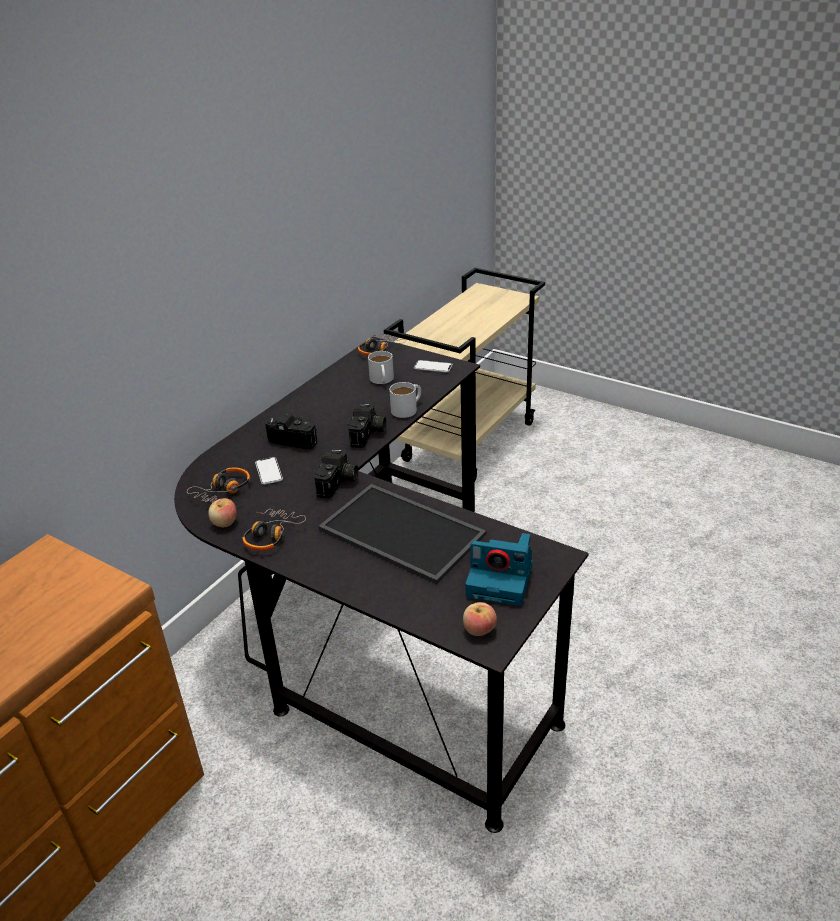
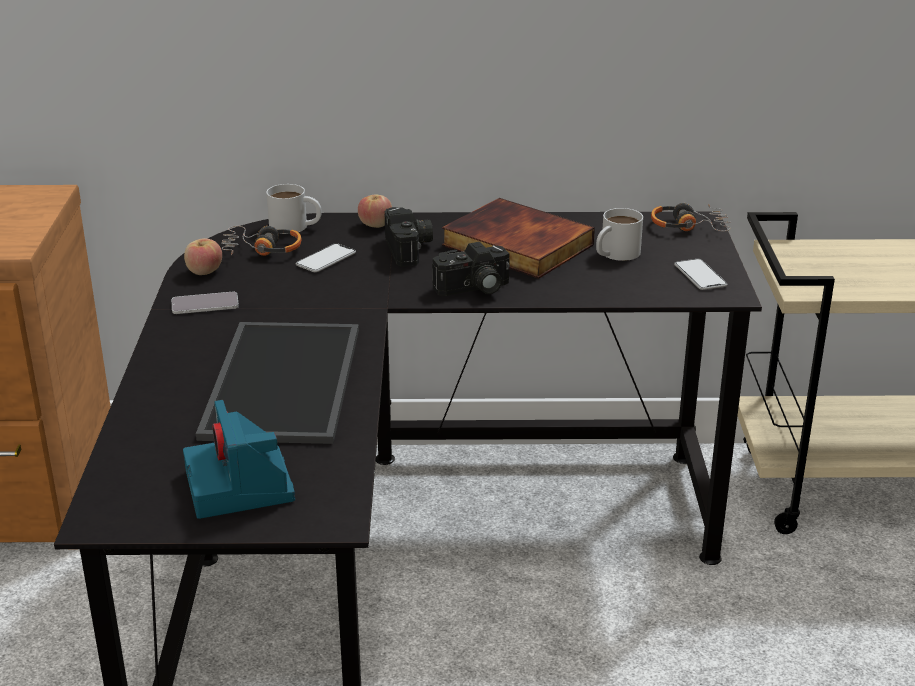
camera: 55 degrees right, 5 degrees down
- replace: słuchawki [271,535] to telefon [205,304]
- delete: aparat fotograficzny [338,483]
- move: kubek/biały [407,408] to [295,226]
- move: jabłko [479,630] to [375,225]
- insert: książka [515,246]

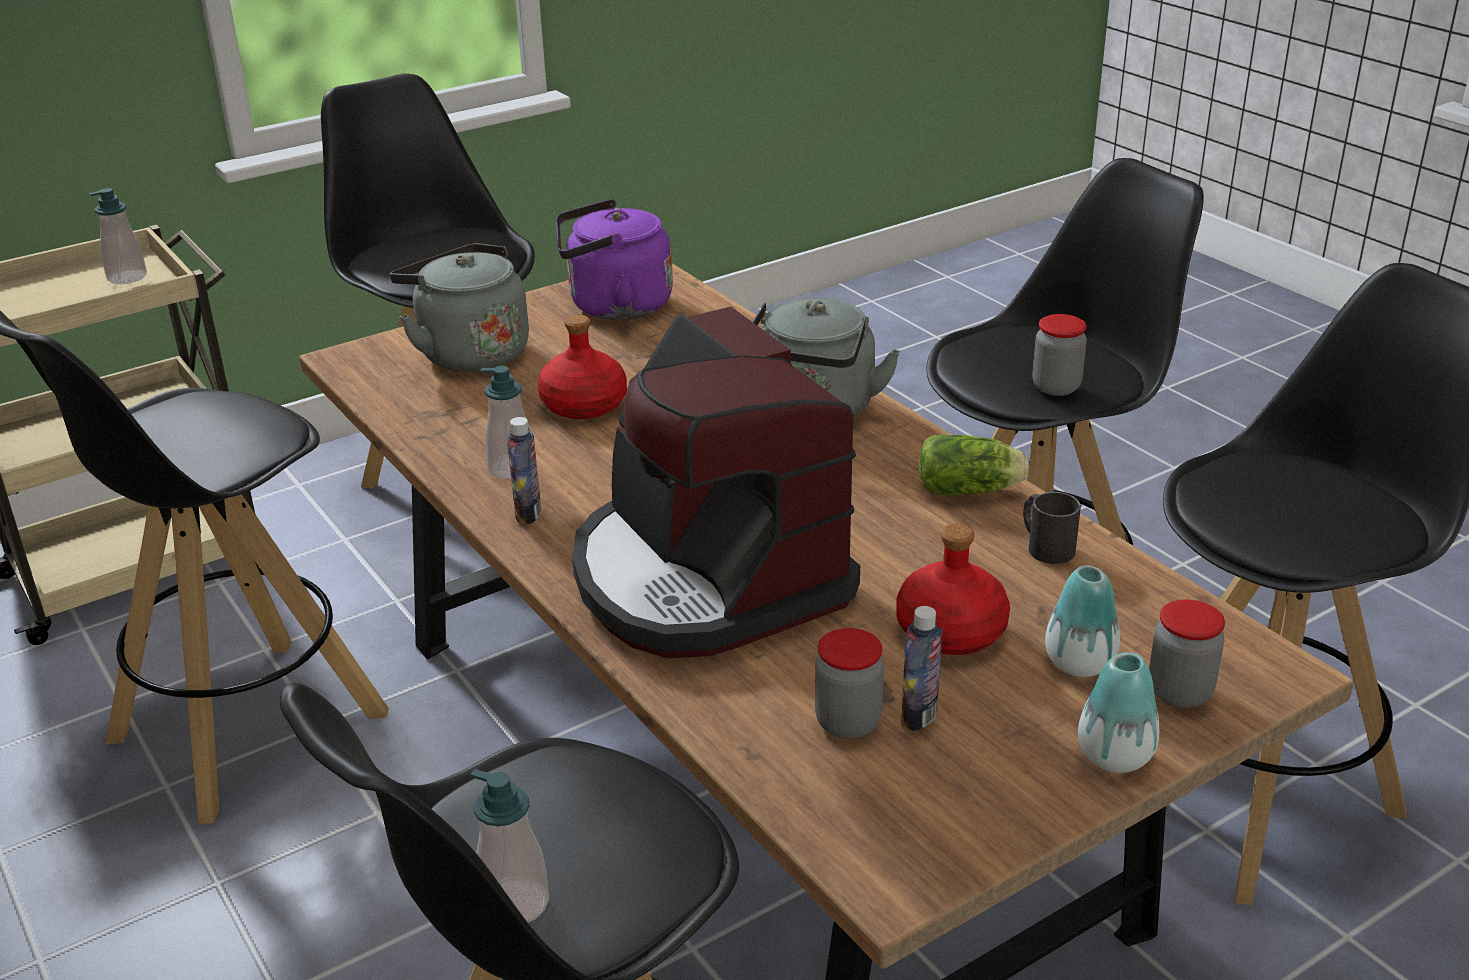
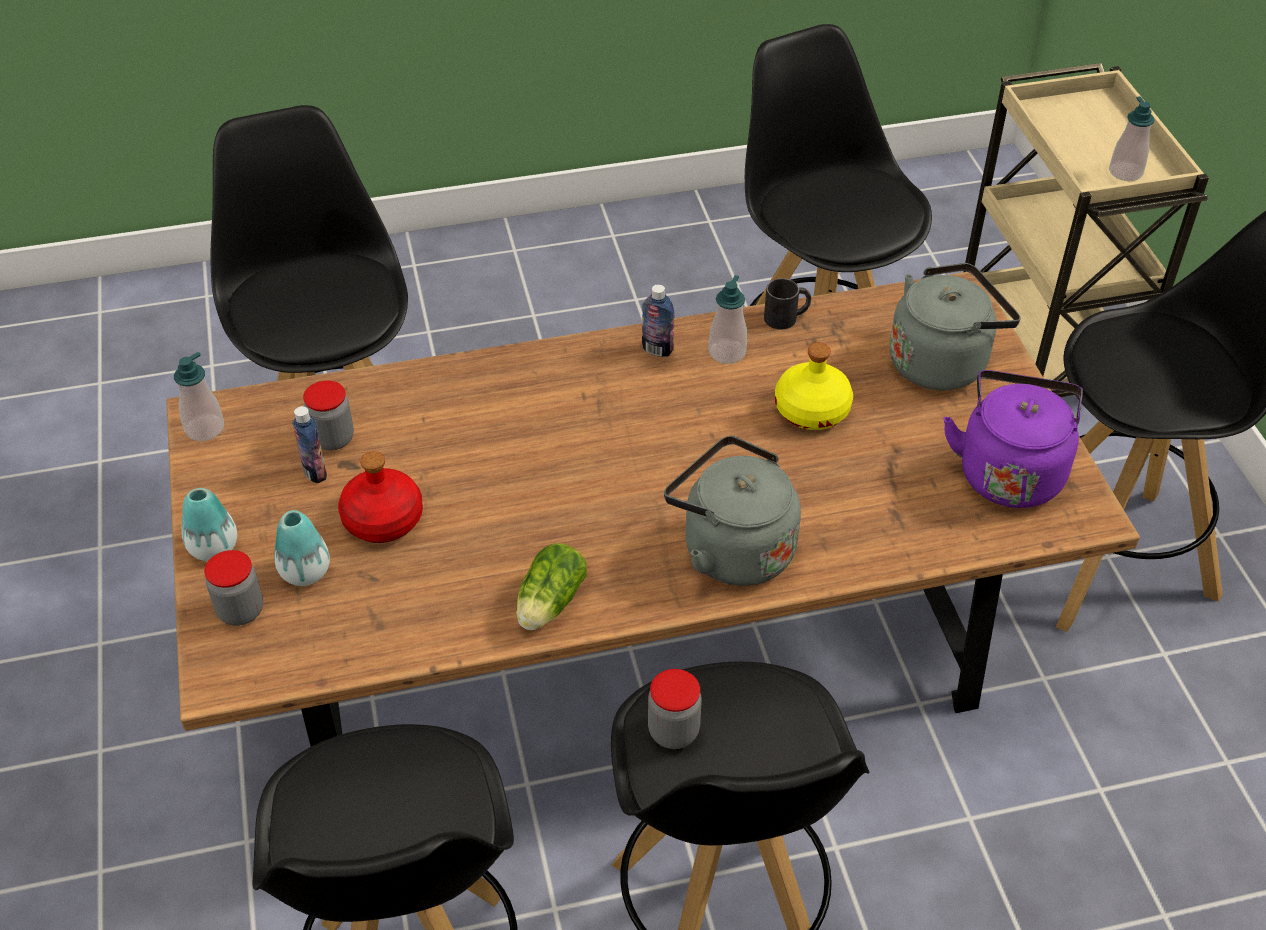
camera: 110 degrees right, 15 degrees up
- move: dozownik mydła [514,903] to [205,428]
- recolor: butelka/czerwony [584,404] to butelka/żółty [813,410]
- delete: ekspres do kawy [706,577]
- move: kubek/czarny [1044,546] to [787,317]

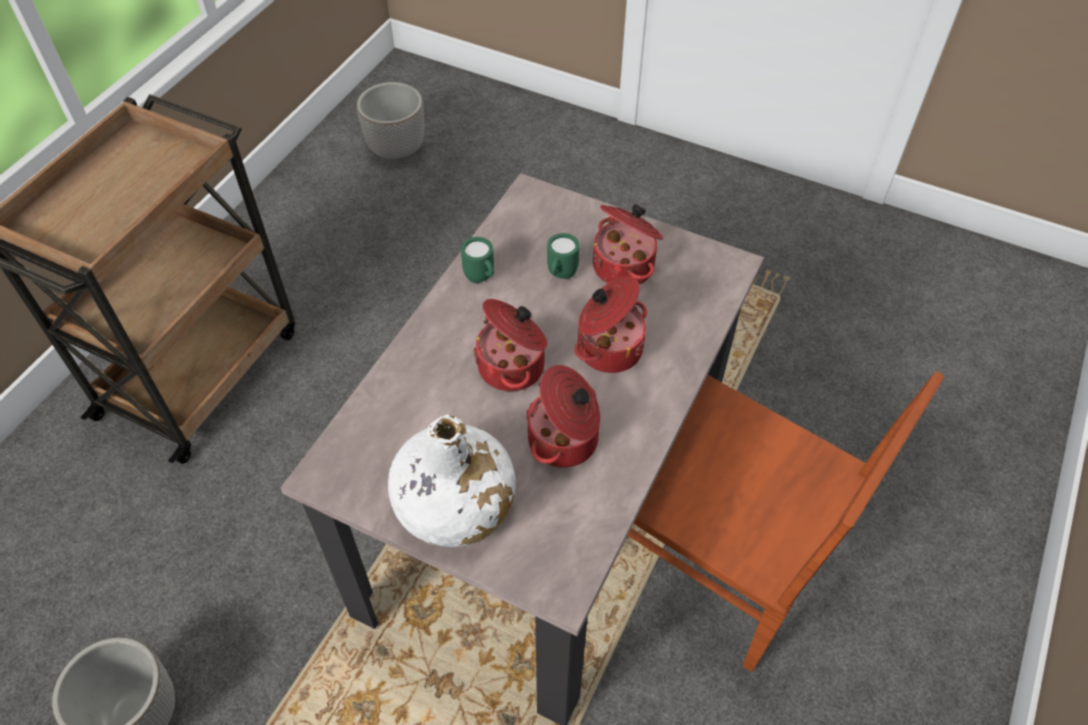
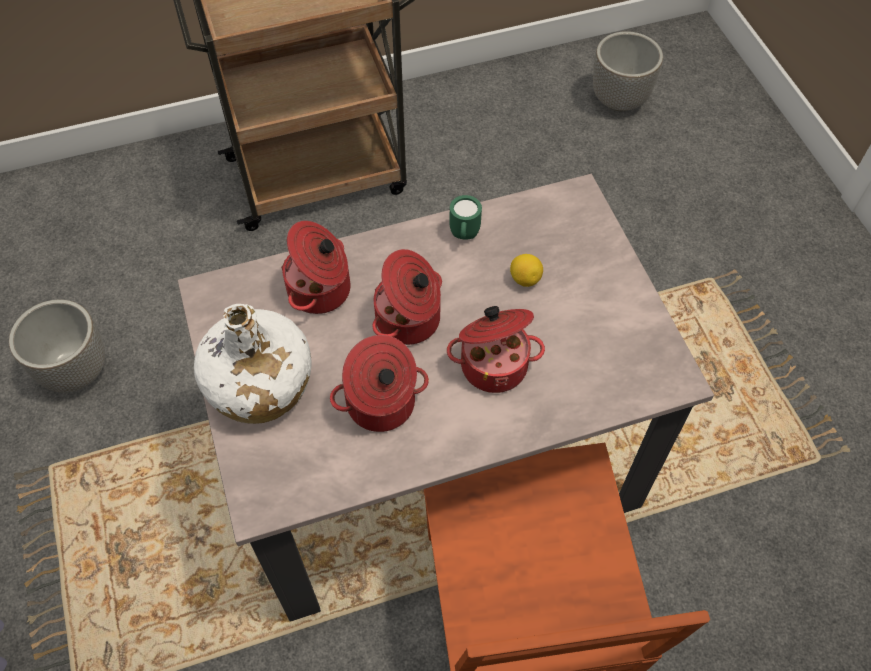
camera: 45 degrees right, 5 degrees up
- replace: kubek/zielony [560,275] to cytryna [525,279]
- move: garnek [625,266] to [321,290]

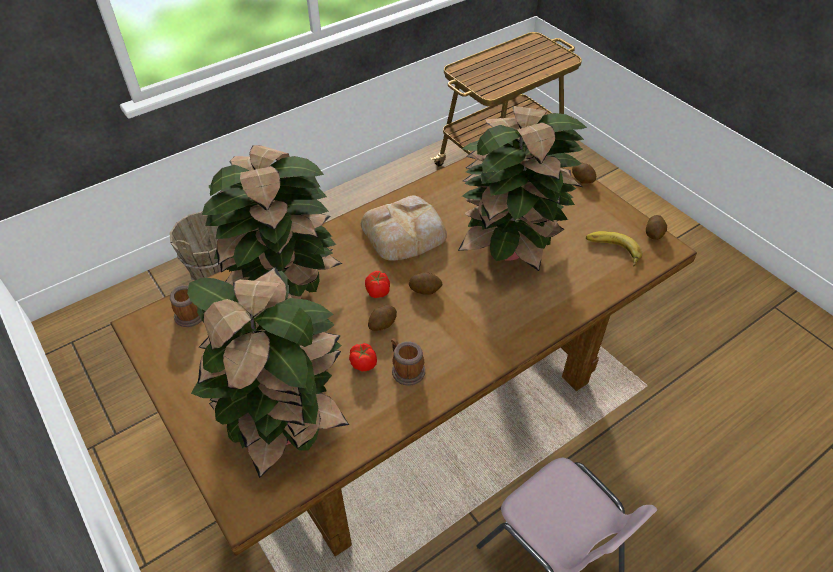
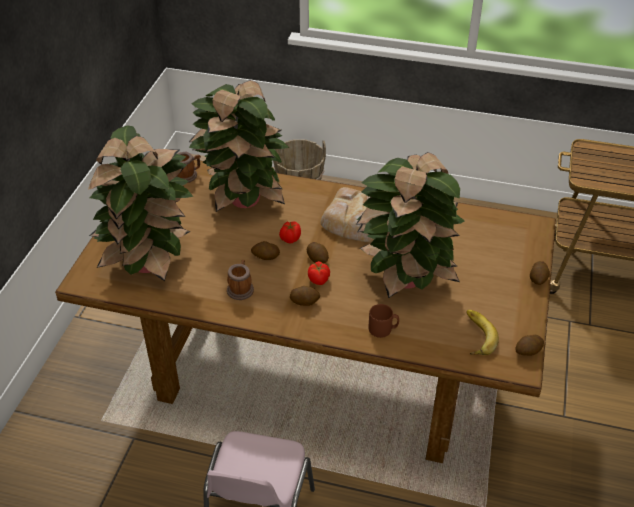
camera: 50 degrees right, 5 degrees down
- move: pomidor [363,364] to [319,280]
- insert: ziemniak [305,301]
- insert: kubek/brązowy [383,329]

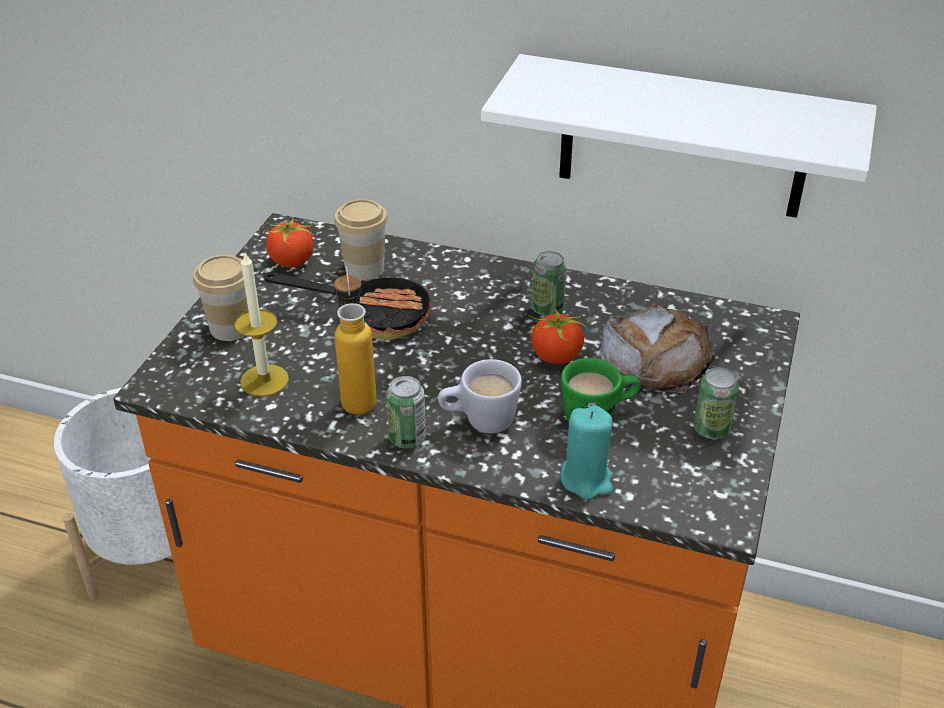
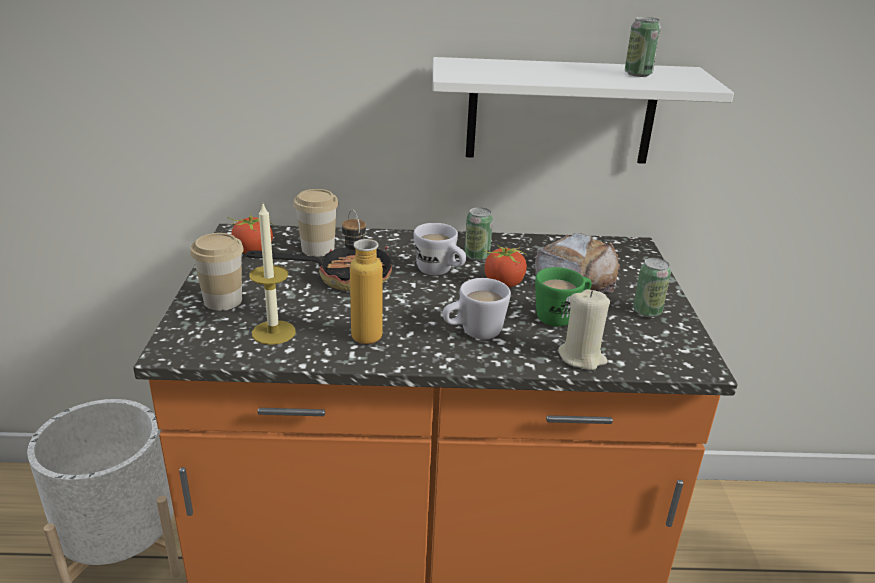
camera: 20 degrees left, 10 degrees down
- move: puszka [407,438] to [638,74]
- recolor: świeca/turkusowy [586,479] to świeca/beżowy [582,357]
- insert: kubek/biały [440,272]

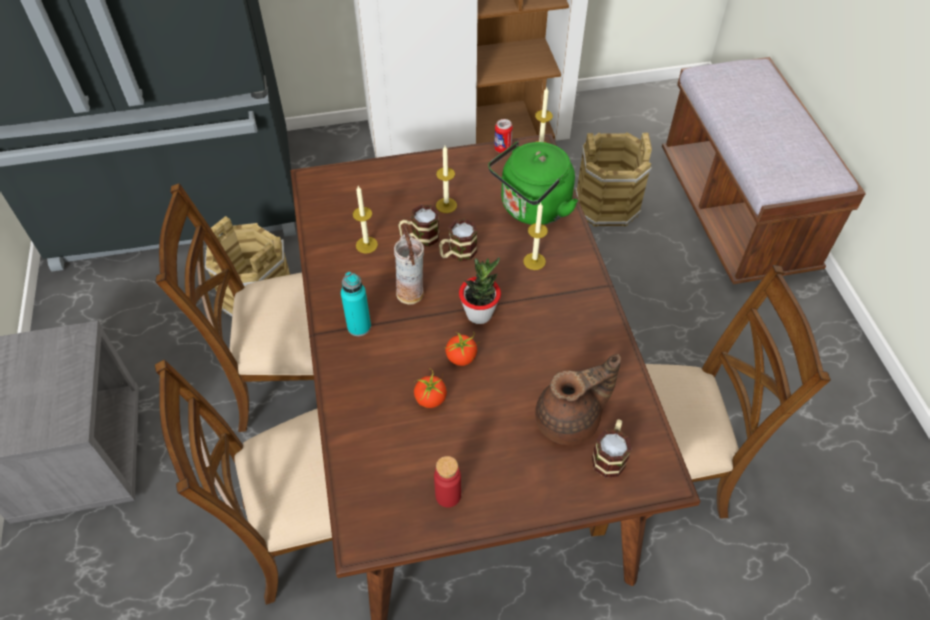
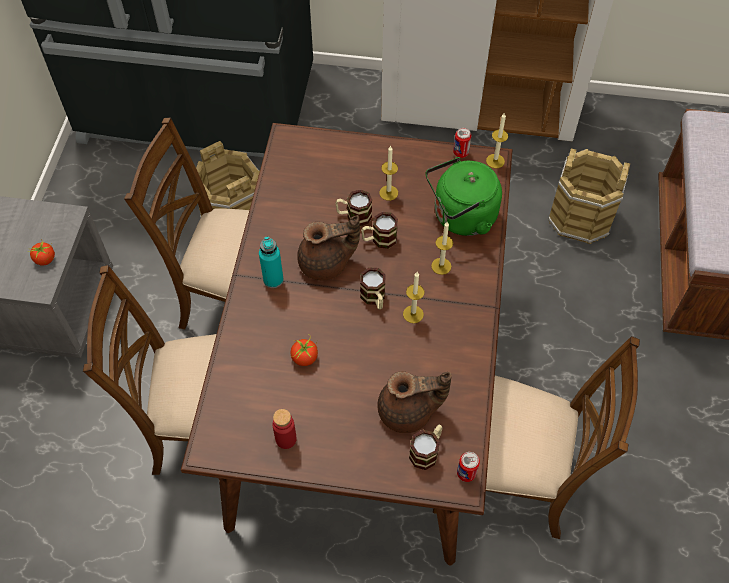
camera: 20 degrees right, 5 degrees up
- move: świeca [366,245] to [413,314]
- replace: wazon [411,293] to imbryk/brązowy [326,264]
- move: pomidor [461,357] to [45,259]
- replace: roślina doniczkowa [479,314] to kubek [374,298]
- insert: puszka [466,473]

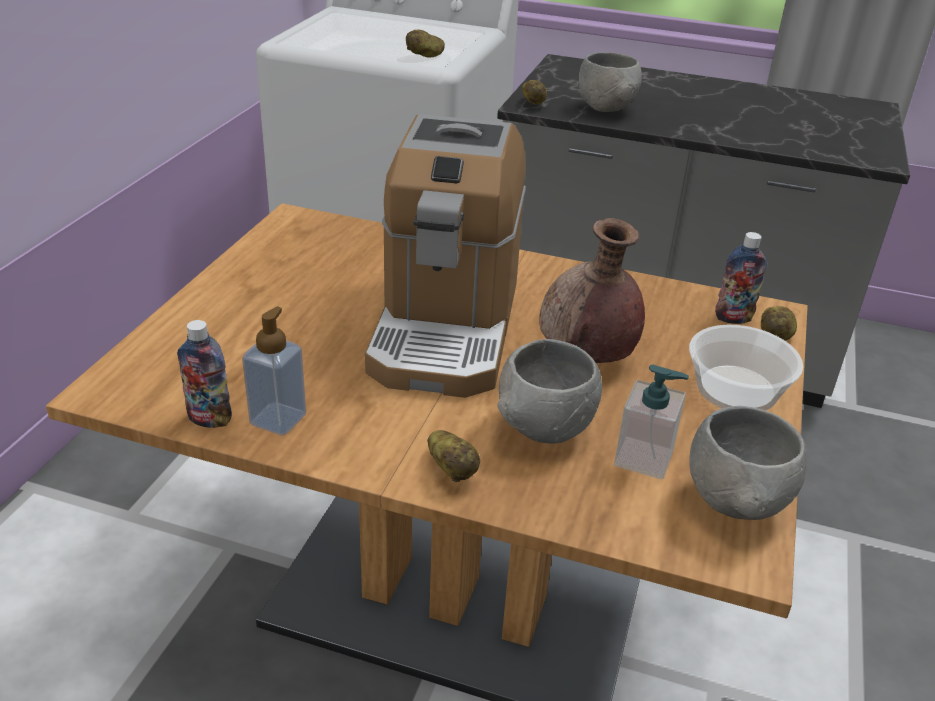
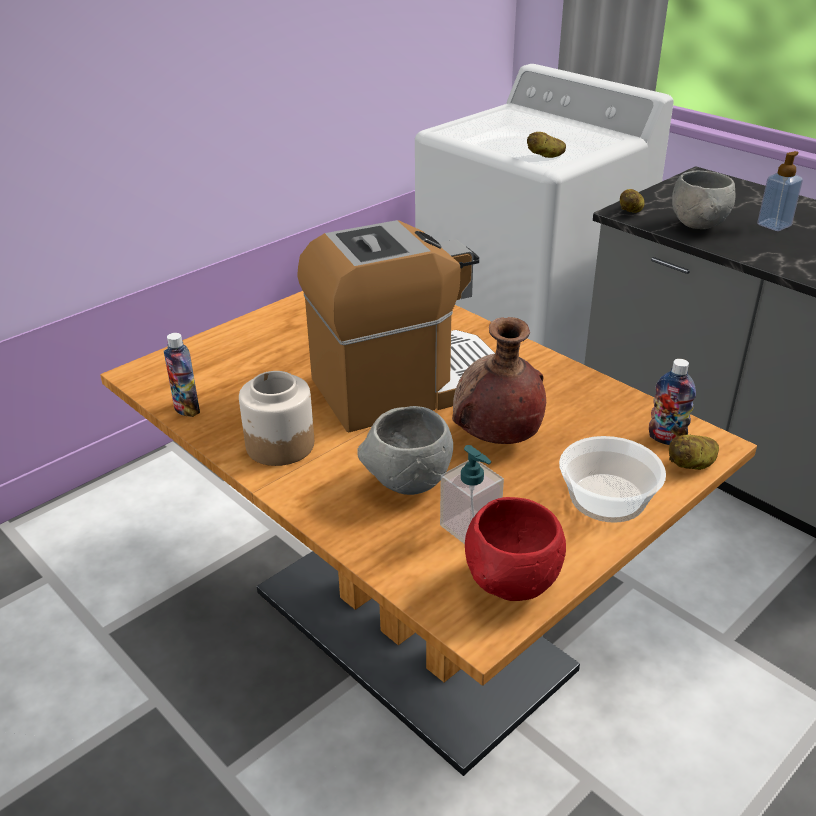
camera: 30 degrees right, 0 degrees up
- move: dozownik mydła [278,419] to [774,225]
- rotate: ekspres do kawy [446,327] = [406,386] 150 degrees counterclockwise
- delete: ziemniak [452,469]
- recolor: miska/szary [734,506] to miska/czerwony [510,586]
- insert: słoik [279,445]

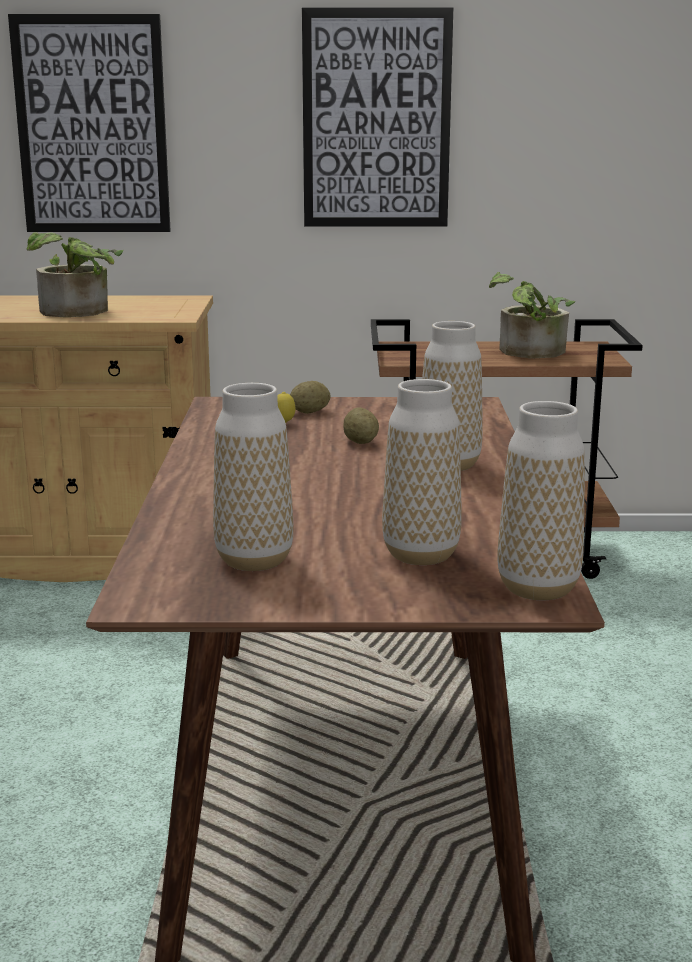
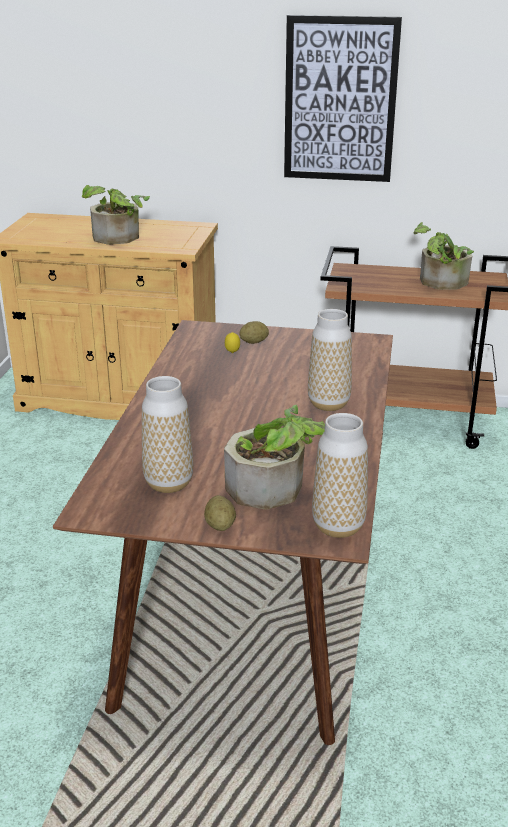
camera: 10 degrees right, 10 degrees up
- delete: obraz [92,125]
- move: ziemniak [360,442] to [220,525]
- replace: wazon [420,555] to roślina doniczkowa [275,488]

